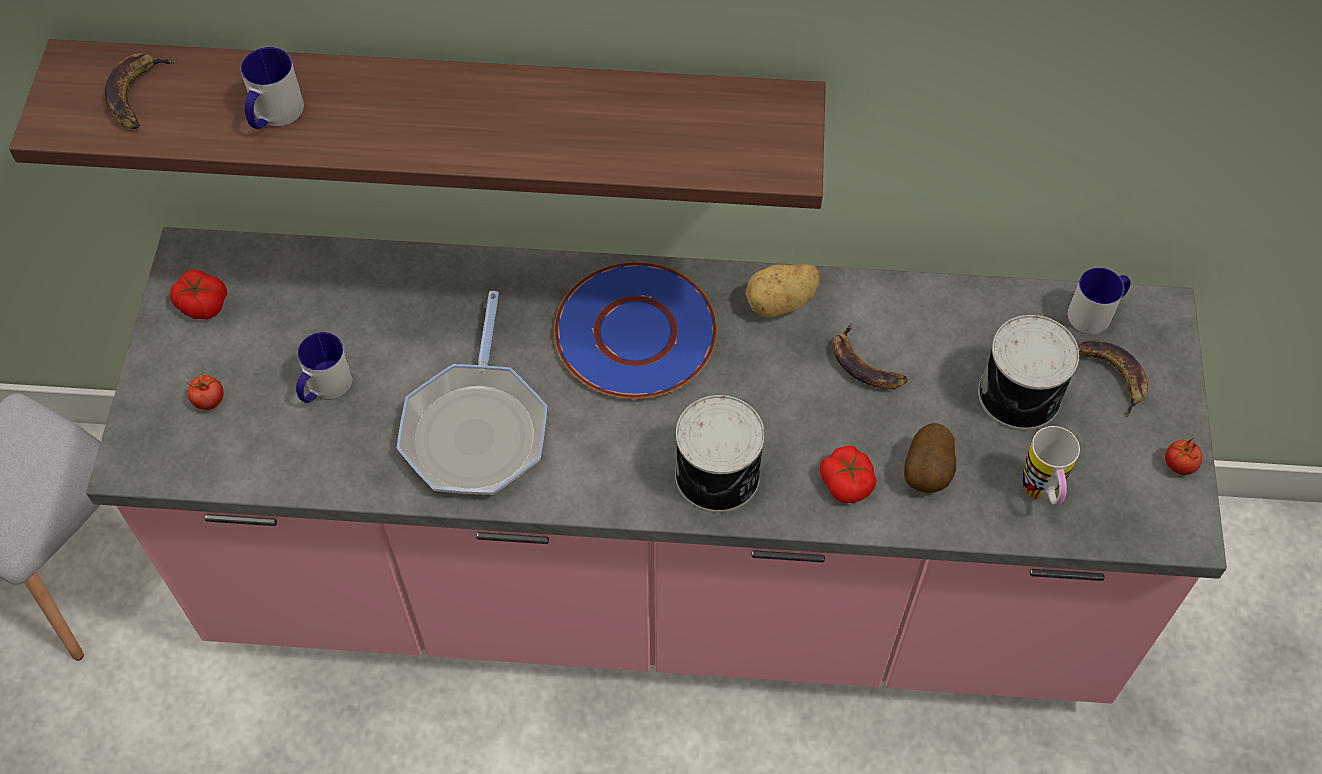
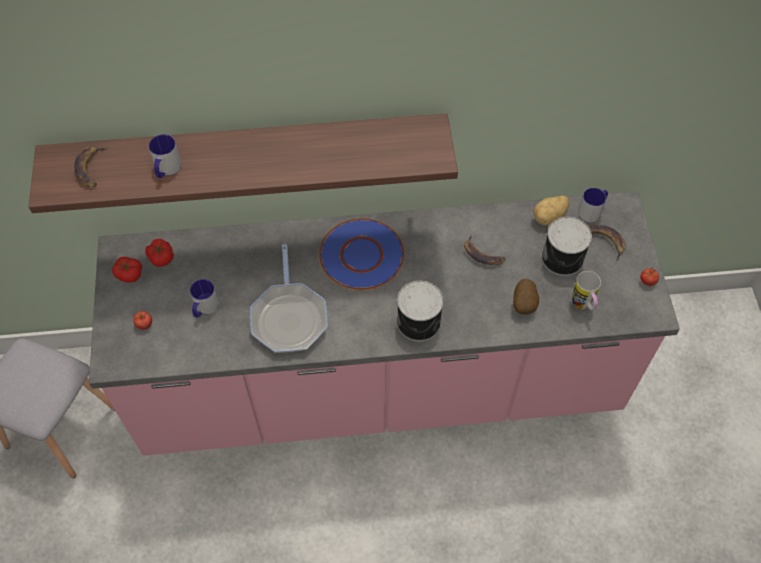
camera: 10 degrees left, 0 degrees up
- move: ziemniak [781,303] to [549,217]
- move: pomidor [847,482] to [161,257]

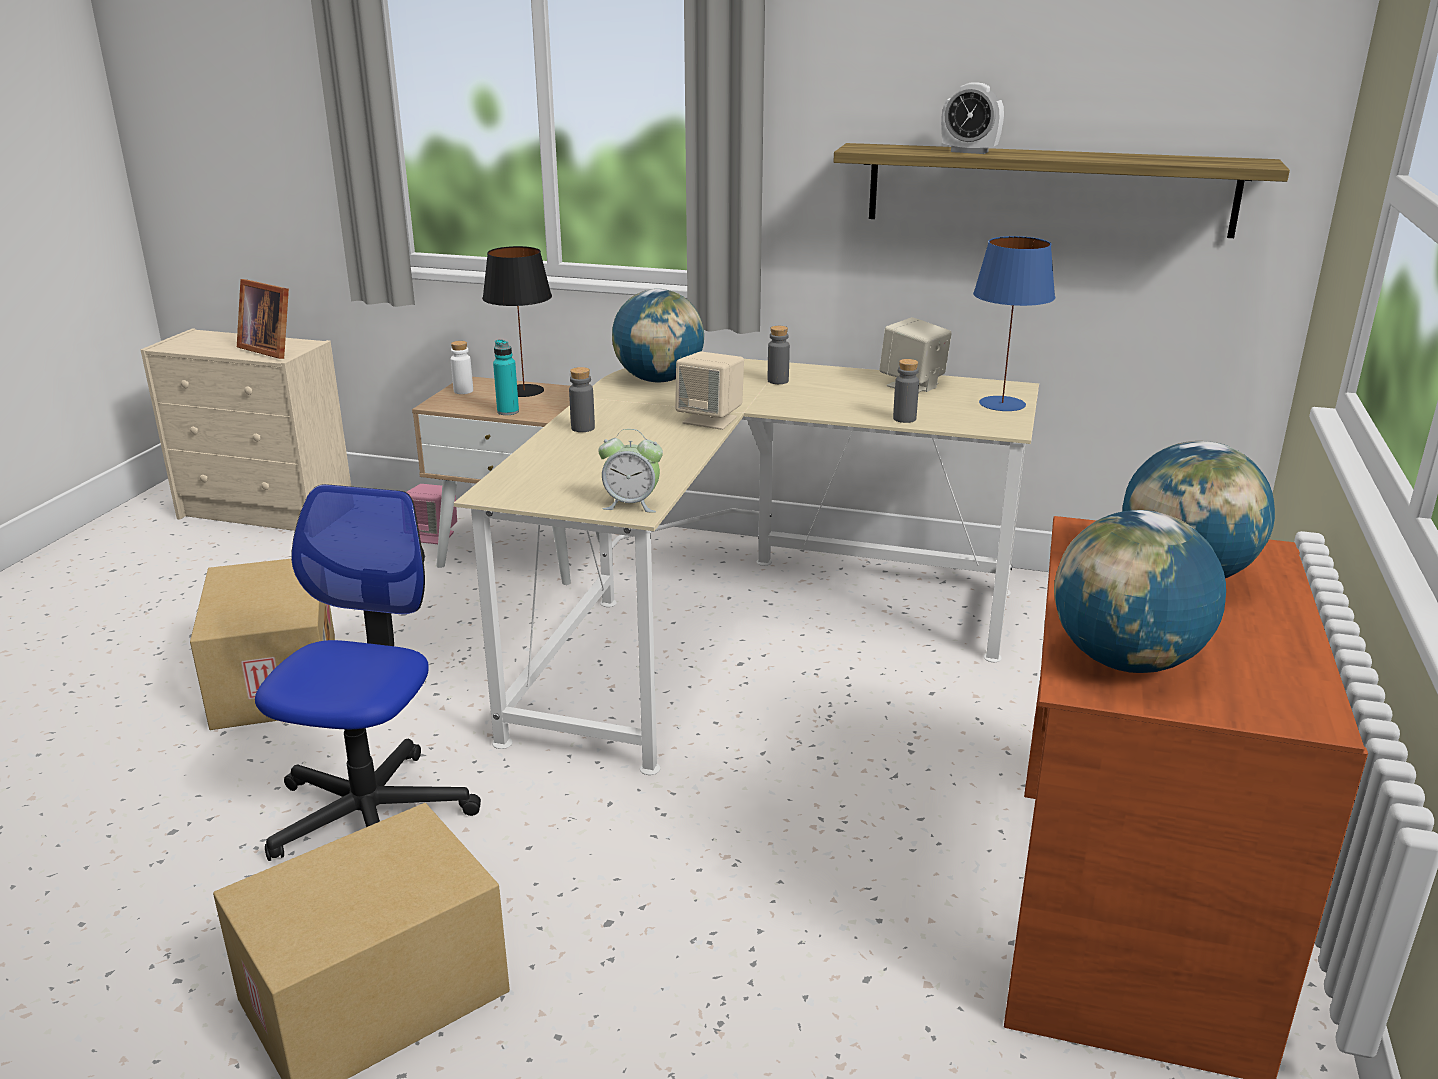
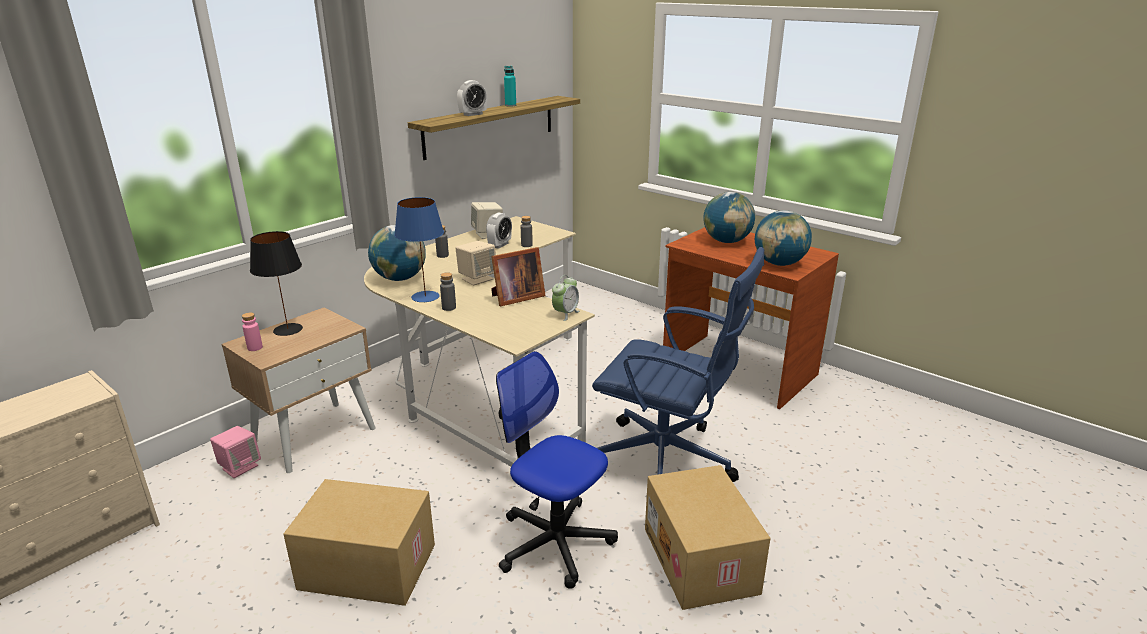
camera: 65 degrees left, 0 degrees up
- move: ramka na zdjęcie [270,349] to [515,298]
- recolor: butelka/biały [463,391] to butelka/różowy [255,348]
- move: butelka/turkusowy [508,412] to [510,105]
- move: lampa stołowa/niebieski [1001,404] to [425,297]
- insert: budzik [499,245]
- insert: krzesło biurowe/niebieski [666,462]

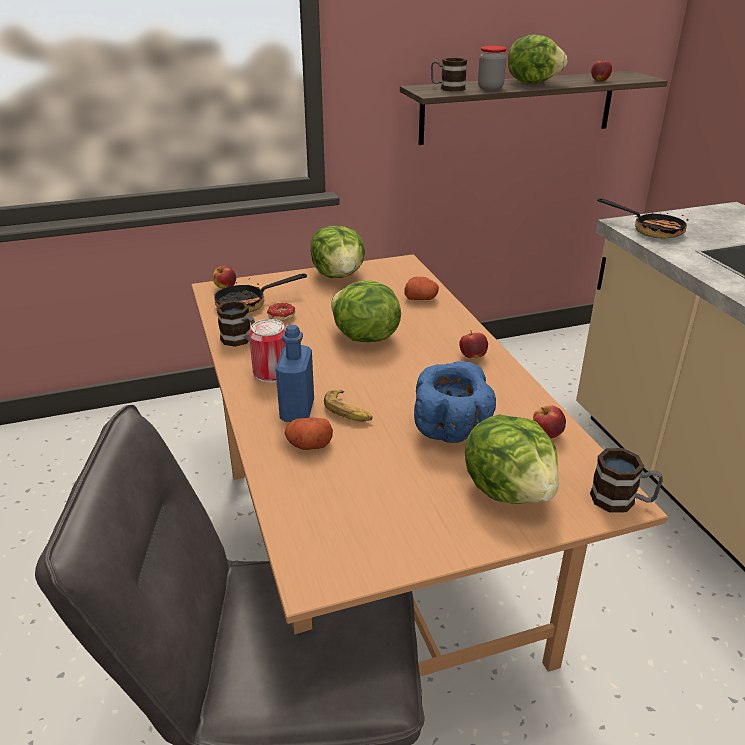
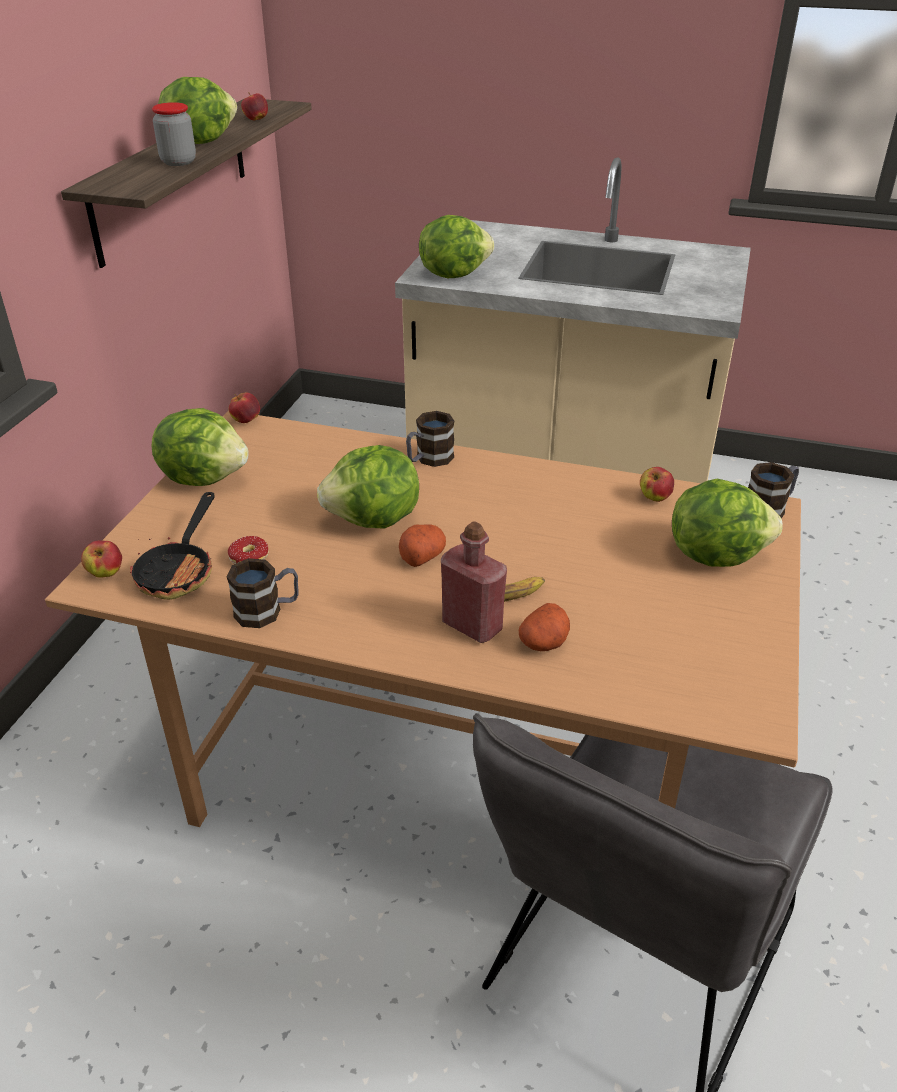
camera: 55 degrees left, 5 degrees up
- delete: puszka [271,373]
- recolor: butelka/niebieski [297,411] to butelka/czerwony [472,625]
- move: ziemniak [421,298] to [422,556]
- delete: miska/niebieski [452,428]
- move: kubek [447,88] to [429,459]
- move: jabłko [472,356] to [246,420]
- replace: patelnia [650,230] to sałata [453,274]

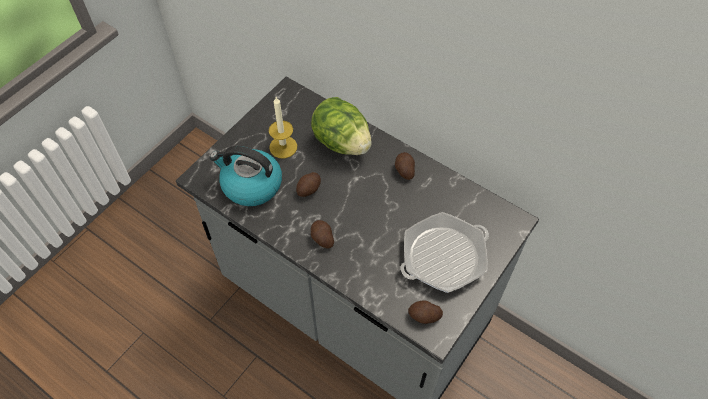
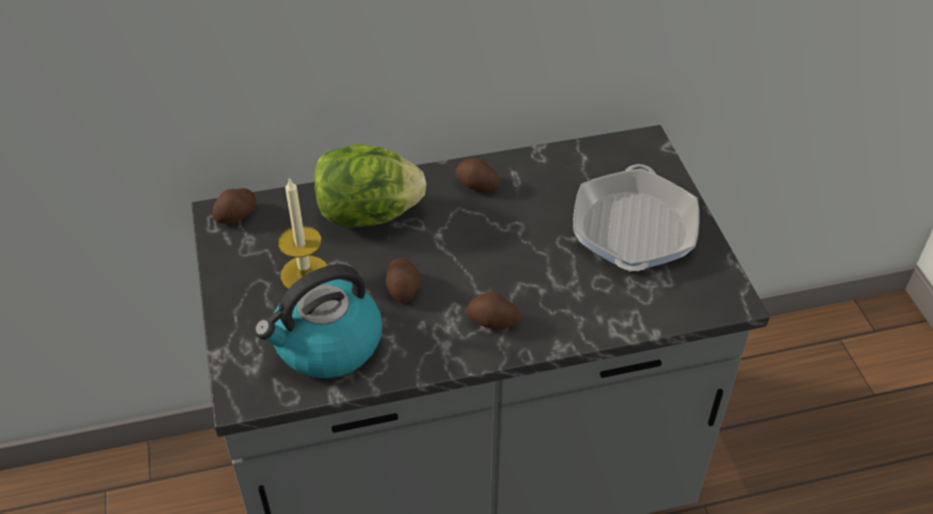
camera: 50 degrees left, 10 degrees down
- move: ziemniak [424,316] to [237,215]

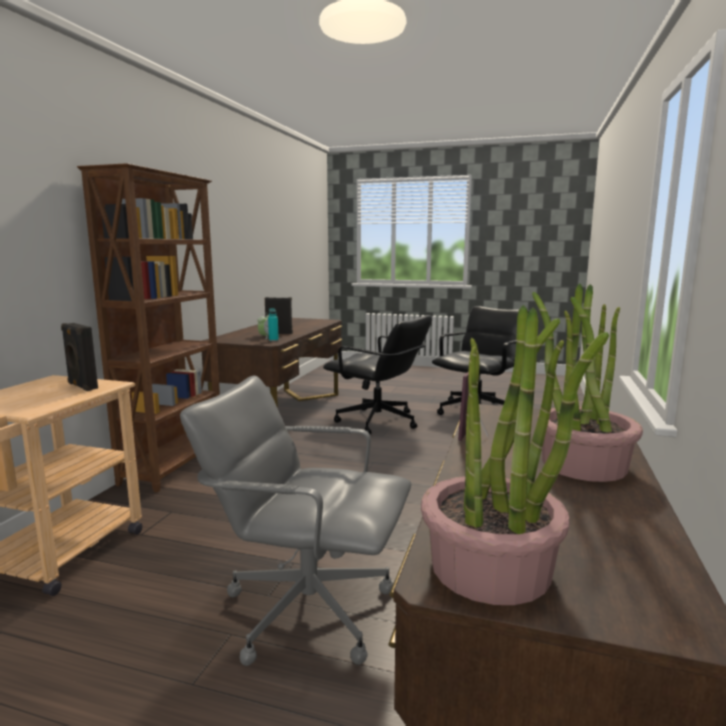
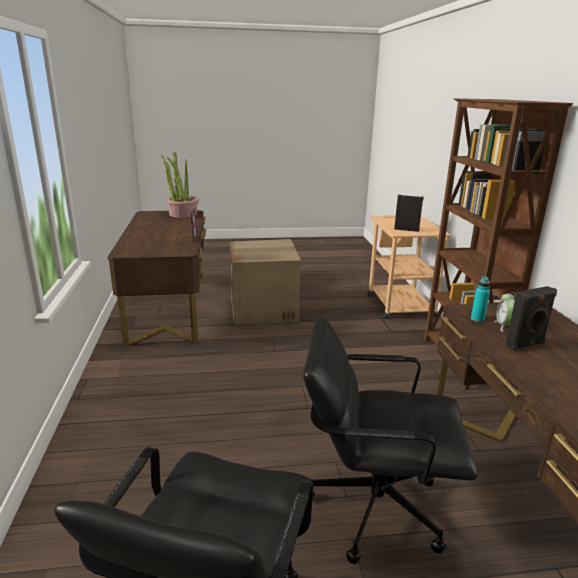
camera: 155 degrees right, 10 degrees up
- replace: krzesło biurowe/szary [307,608] to karton [264,309]
- delete: roślina doniczkowa [582,464]

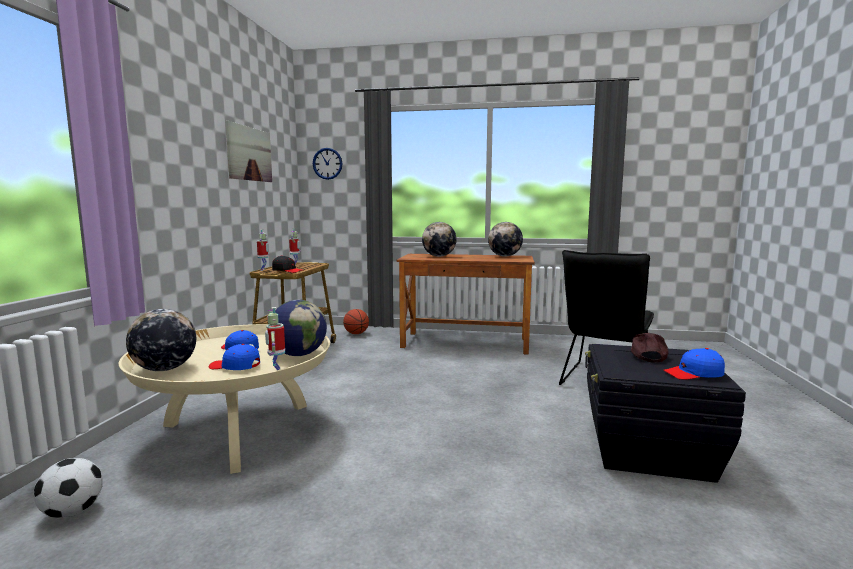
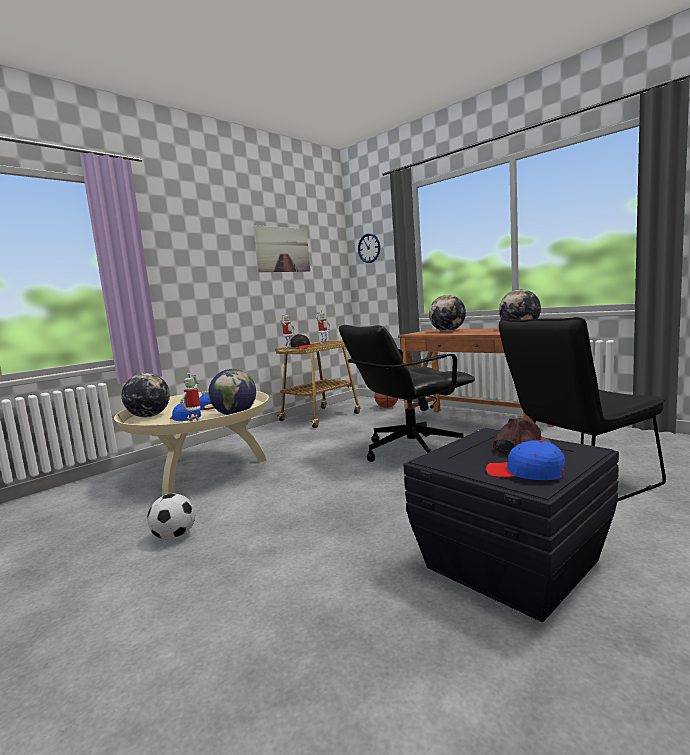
camera: 35 degrees right, 0 degrees up
- move: piłka futbolowa [73,512] to [174,537]
- insert: krzesło biurowe/czarny [410,450]

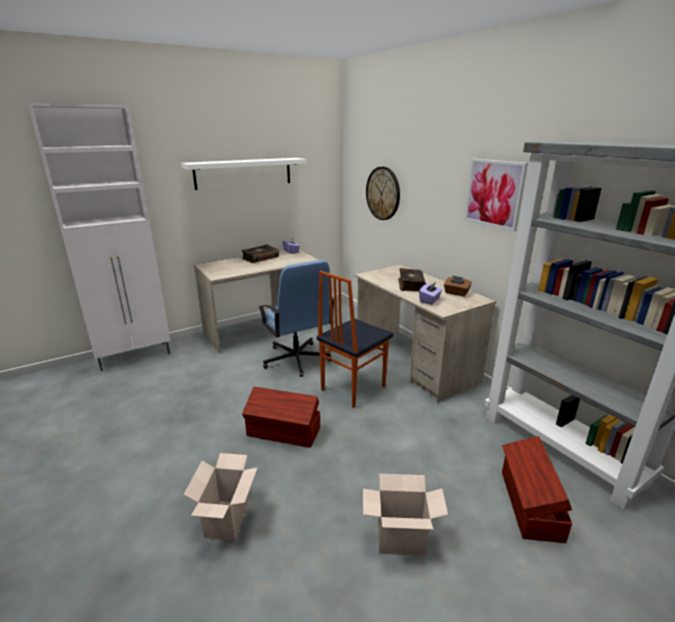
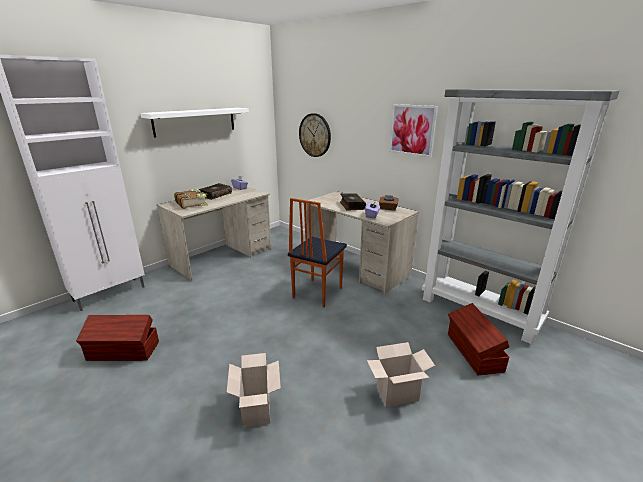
camera: 15 degrees left, 0 degrees up
- move: pojemnik do przechowywania/brązowy [284,432] to [123,351]
- delete: krzesło biurowe/niebieski [296,360]
- insert: książka [191,203]

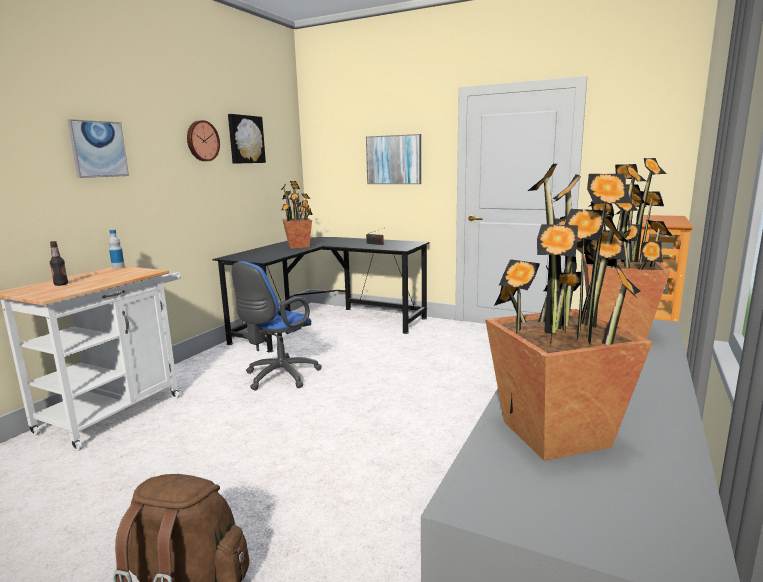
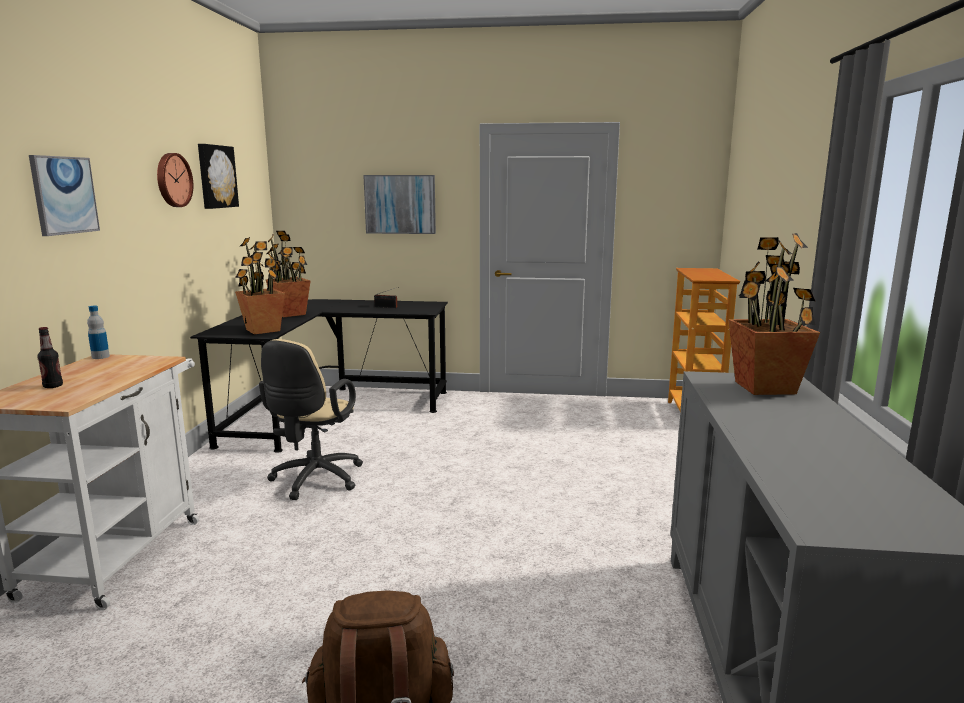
camera: 20 degrees left, 0 degrees up
- recolor: krzesło biurowe/niebieski [278,377] to krzesło biurowe/beżowy [314,481]
- move: roślina doniczkowa [556,433] to [263,330]

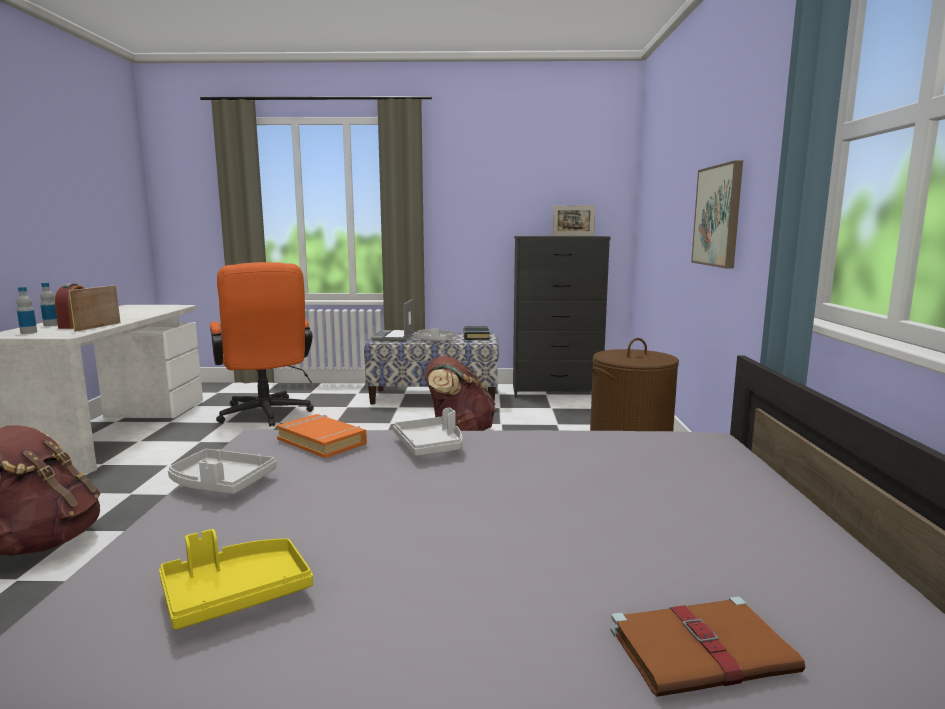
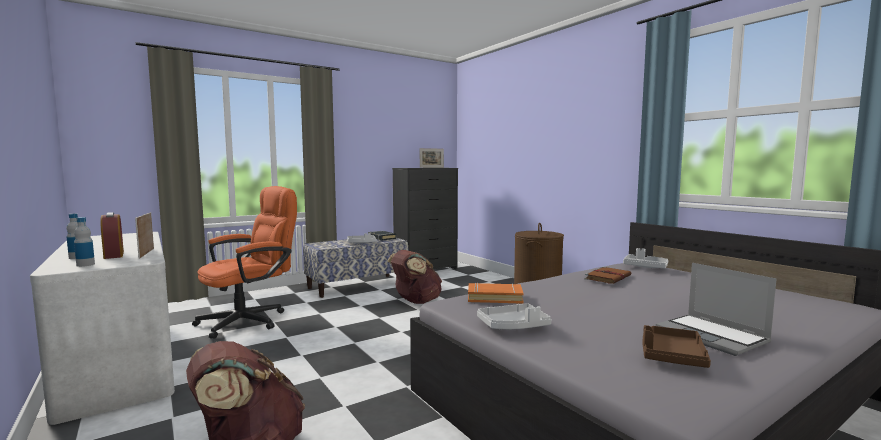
camera: 35 degrees left, 5 degrees down
- recolor: taca/żółty [235,594] to taca/brązowy [671,356]
- rotate: krzesło biurowe/pomarańczowy [266,415] = [250,320] 75 degrees counterclockwise
- move: laptop [394,337] to [713,336]
- move: taca/szary [431,446] to [645,267]
- move: książka/brązowy [704,650] to [608,277]
- delete: obraz [718,216]

